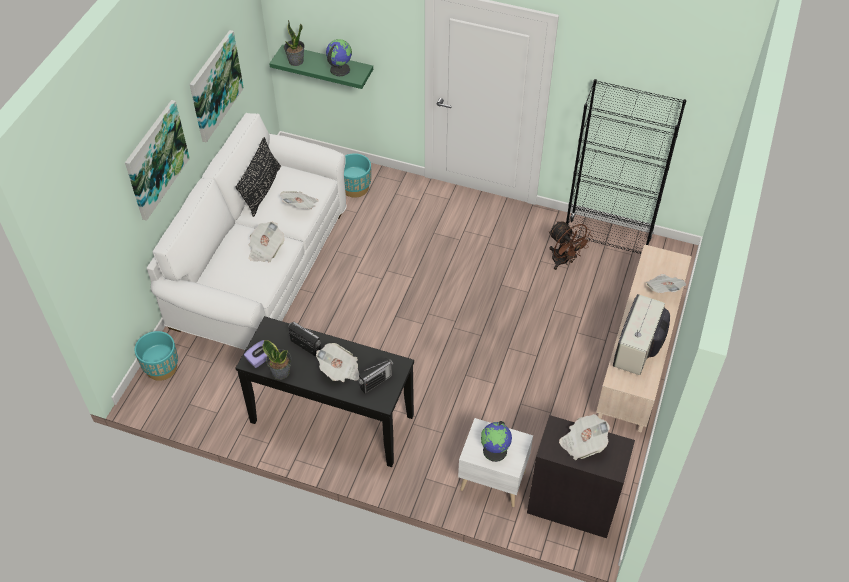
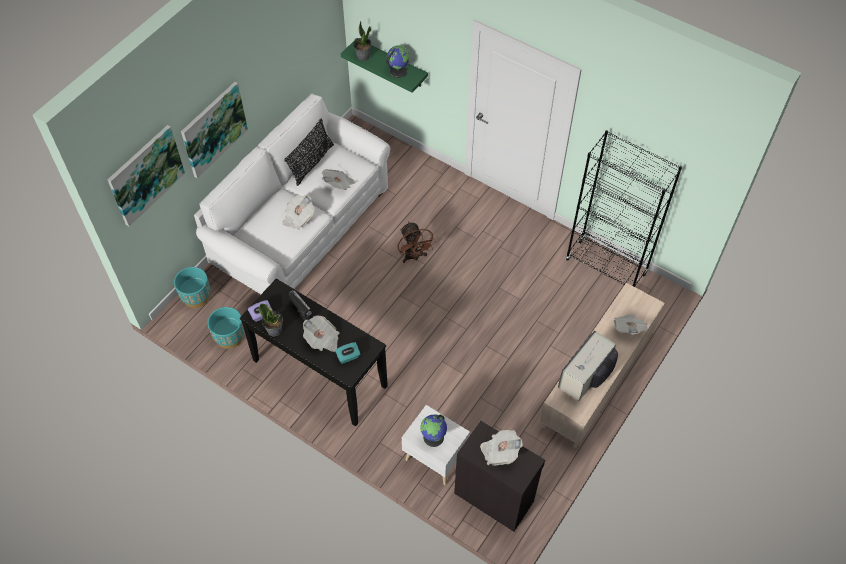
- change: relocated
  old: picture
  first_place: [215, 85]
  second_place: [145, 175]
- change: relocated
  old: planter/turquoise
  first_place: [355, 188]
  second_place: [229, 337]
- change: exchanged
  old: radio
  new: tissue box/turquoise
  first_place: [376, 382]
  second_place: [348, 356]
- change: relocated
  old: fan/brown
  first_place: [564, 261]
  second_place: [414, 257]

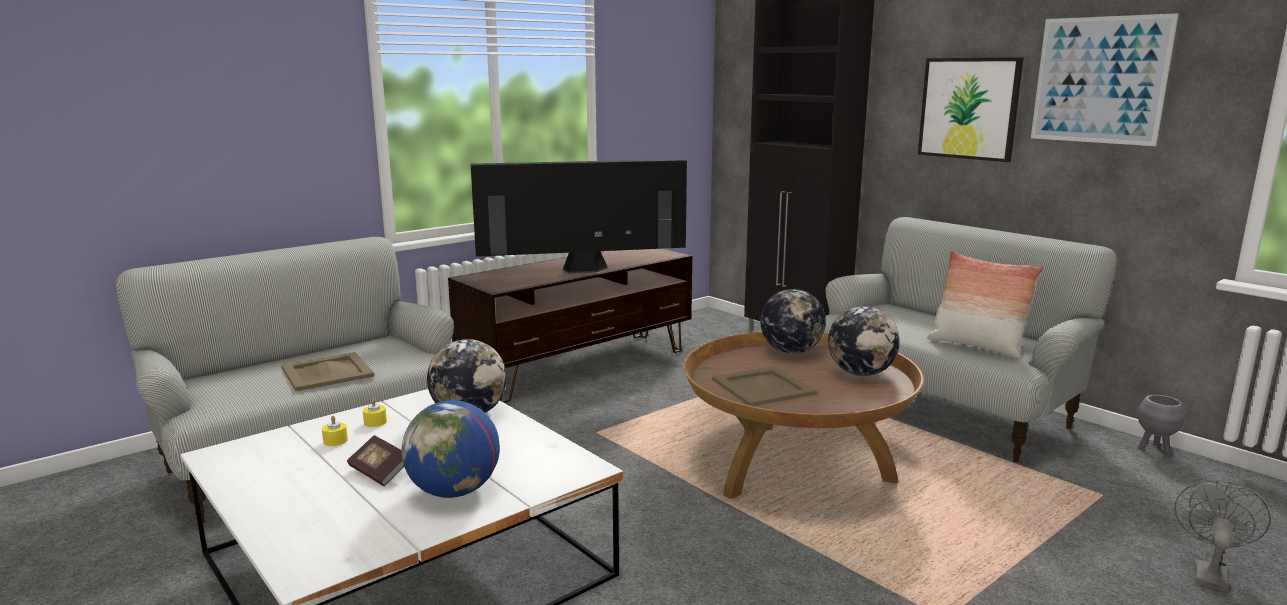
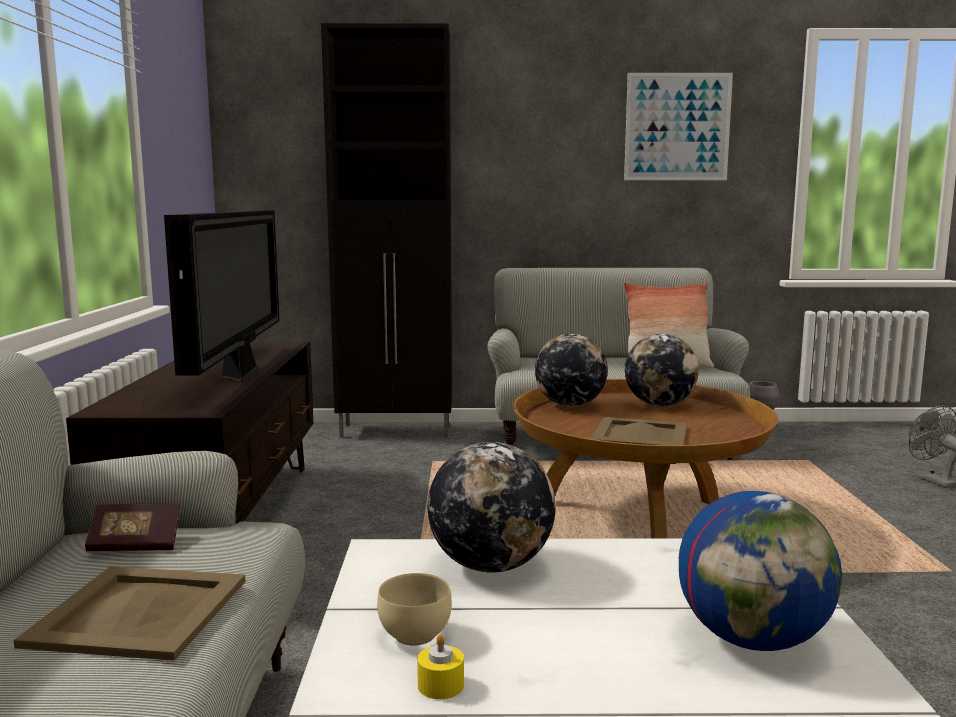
- change: relocated
  old: book
  first_place: [379, 472]
  second_place: [135, 545]
- change: exchanged
  old: candle/yellow
  new: bowl/beige
  first_place: [375, 422]
  second_place: [412, 634]
- change: spun
  old: television
  first_place: [582, 270]
  second_place: [241, 373]
  degrees: 150
- change: missing
  old: picture
  first_place: [969, 108]

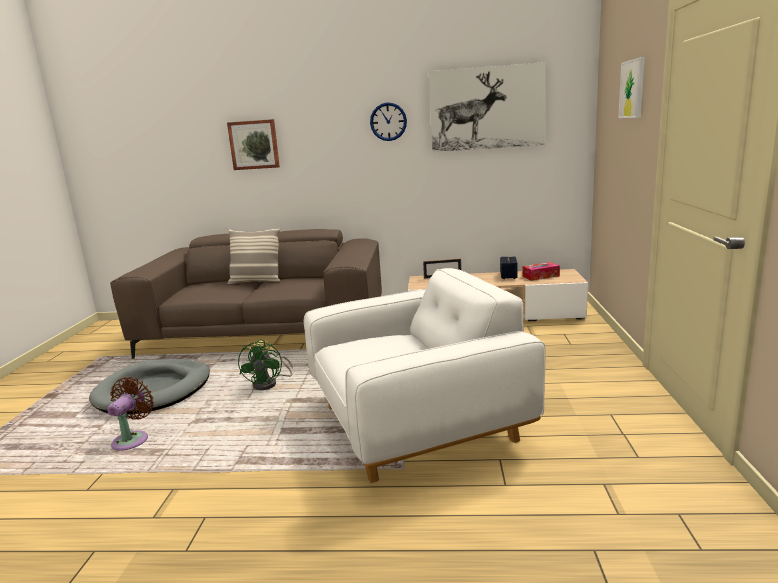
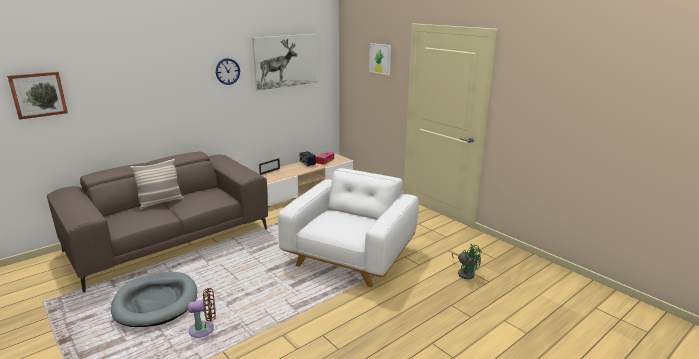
- change: spun
  old: fan/brown
  first_place: [133, 439]
  second_place: [204, 329]
  degrees: 105
- change: relocated
  old: picture
  first_place: [254, 144]
  second_place: [38, 94]
- change: relocated
  old: fan/green
  first_place: [269, 384]
  second_place: [465, 272]

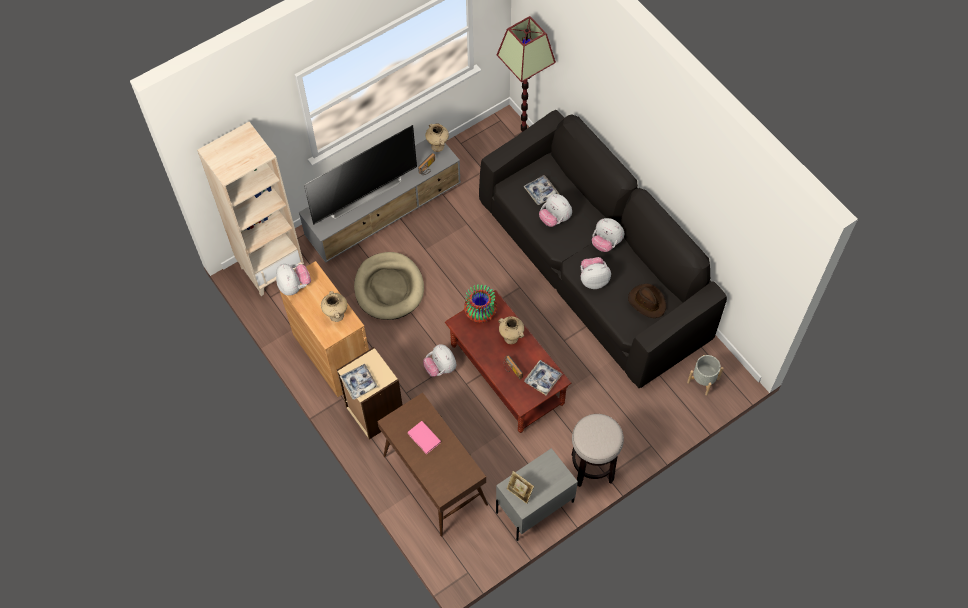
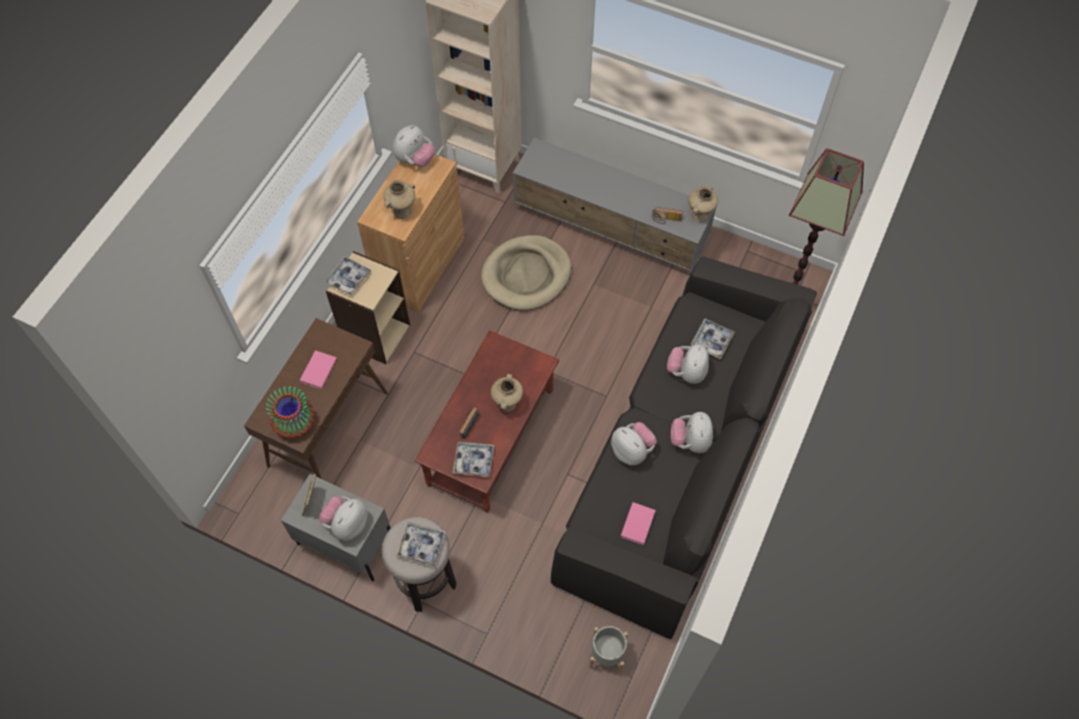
- change: missing
  old: television
  first_place: [363, 193]
- change: relocated
  old: plush toy
  first_place: [440, 368]
  second_place: [347, 524]
- change: relocated
  old: vase
  first_place: [480, 313]
  second_place: [294, 423]
- change: exchanged
  old: hat/brown
  new: book/pink
  first_place: [647, 302]
  second_place: [639, 524]
- change: appeared
  new: tray
  second_place: [421, 545]

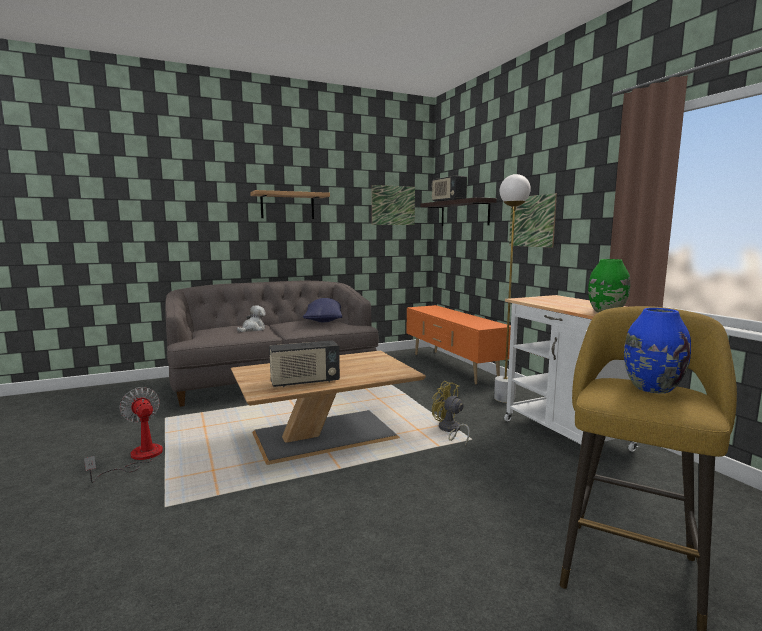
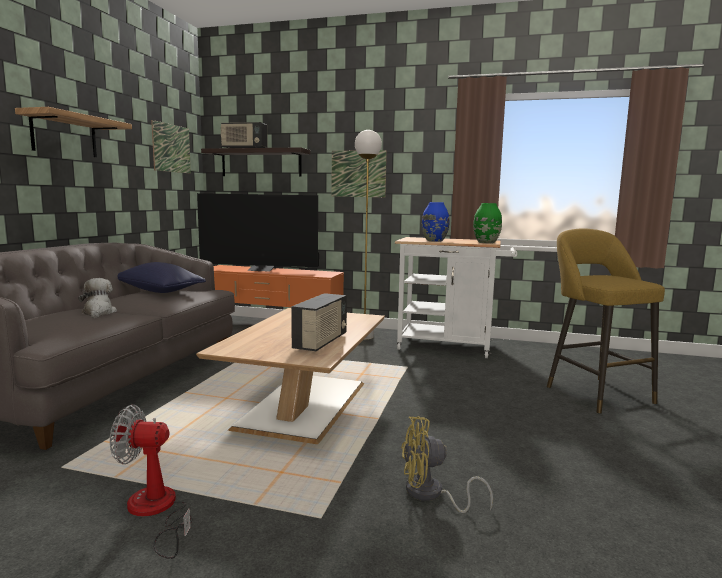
- change: relocated
  old: fan/yellow
  first_place: [449, 430]
  second_place: [431, 495]
- change: relocated
  old: vase/blue
  first_place: [652, 388]
  second_place: [434, 240]
- change: appeared
  new: television
  second_place: [261, 270]

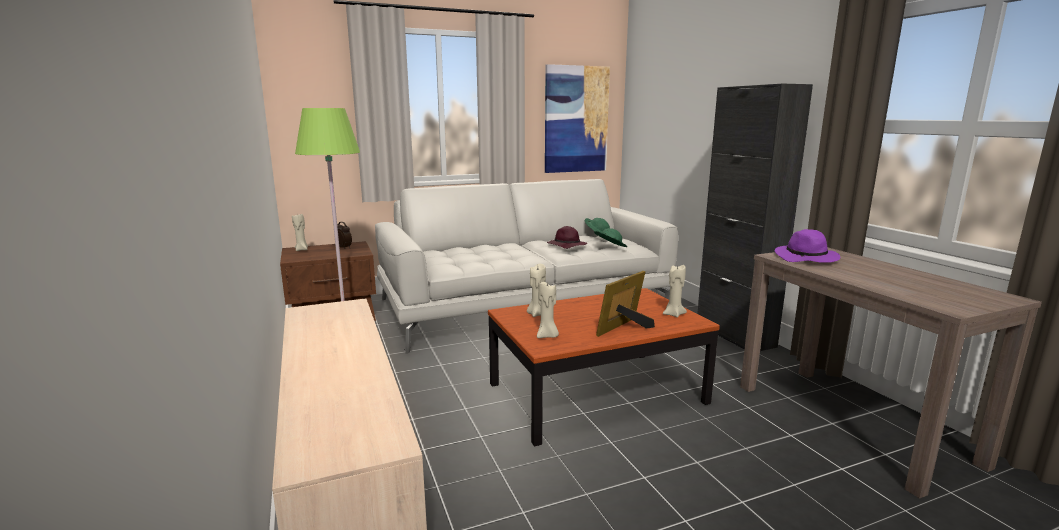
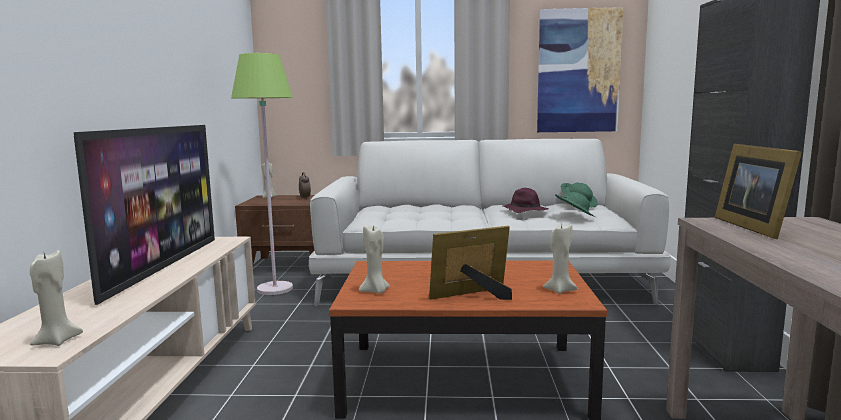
- change: relocated
  old: candle/beige
  first_place: [536, 314]
  second_place: [56, 341]
- change: exchanged
  old: hat/purple
  new: picture frame
  first_place: [806, 258]
  second_place: [753, 226]
- change: appeared
  new: television
  second_place: [163, 267]

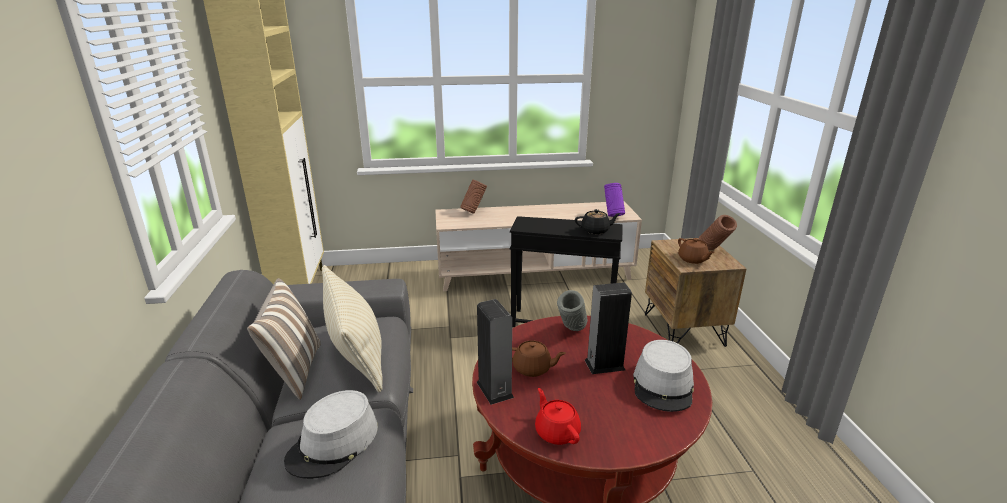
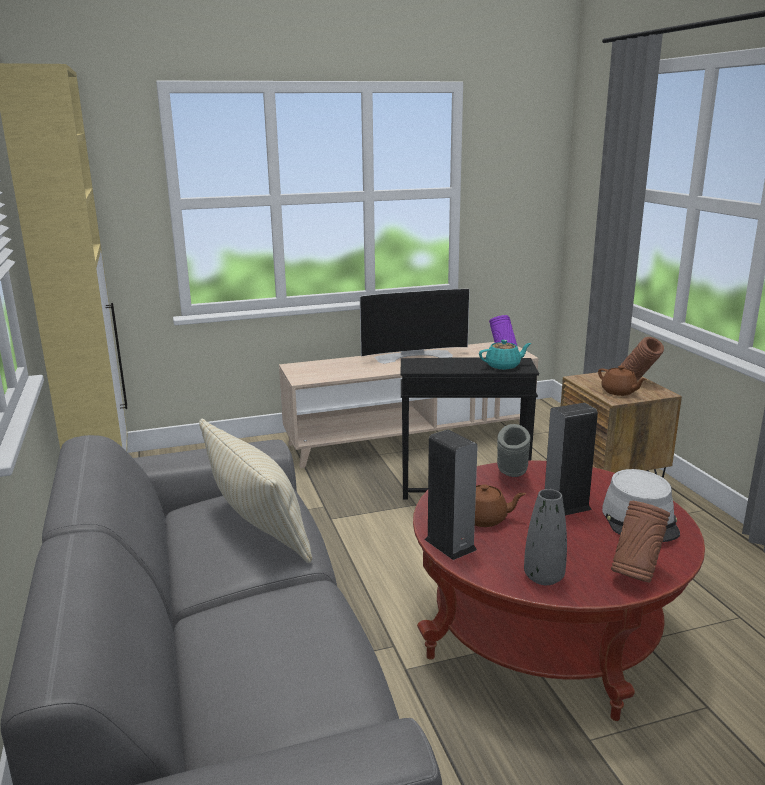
- change: missing
  old: pillow
  first_place: [294, 371]
- change: missing
  old: hat/grey
  first_place: [333, 444]
- change: relocated
  old: vase/brown
  first_place: [473, 212]
  second_place: [635, 575]
- change: exchanged
  old: teapot/red
  new: vase/grey
  first_place: [557, 432]
  second_place: [543, 577]
- change: colour
  old: teapot/black
  new: teapot/turquoise
  first_place: [596, 230]
  second_place: [503, 366]
- change: appeared
  new: television
  second_place: [413, 355]

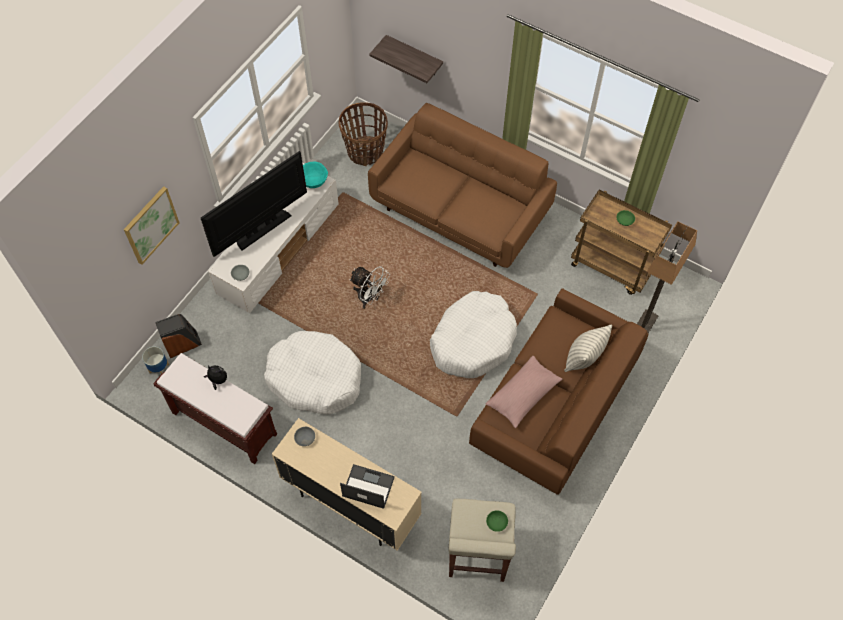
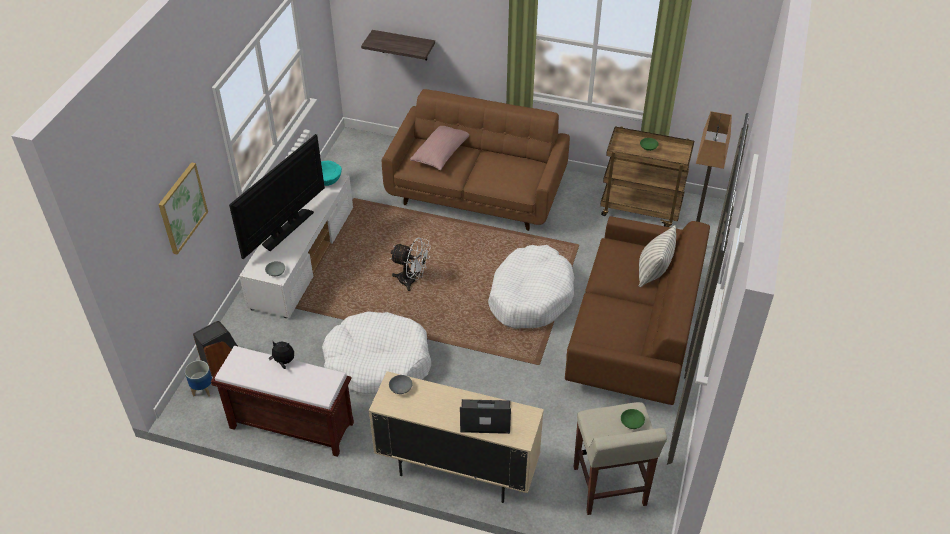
- change: missing
  old: basket
  first_place: [365, 152]
- change: relocated
  old: pillow/pink
  first_place: [523, 396]
  second_place: [441, 154]

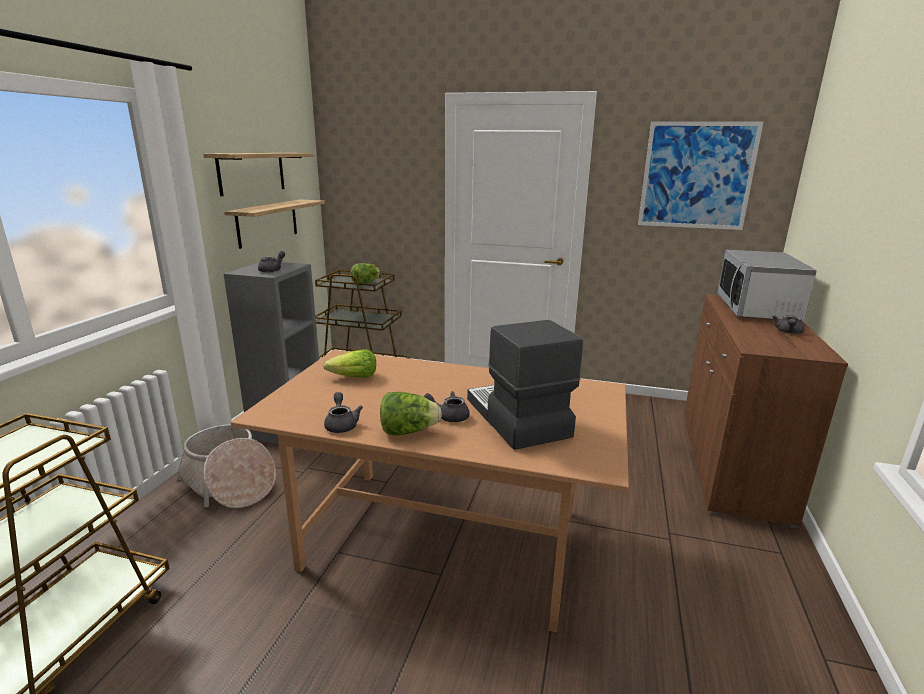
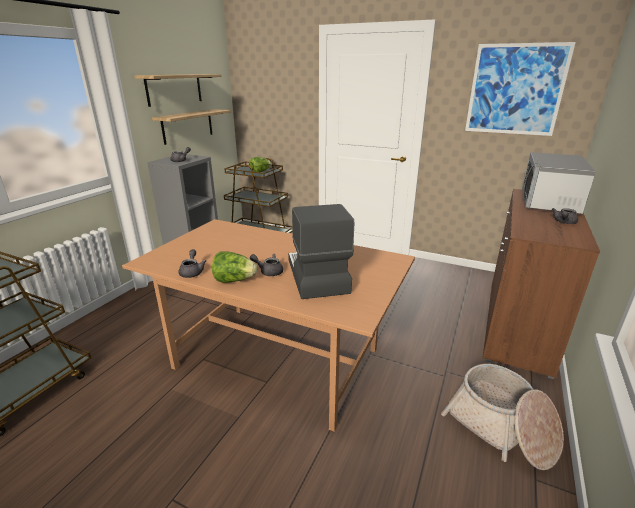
- change: relocated
  old: basket
  first_place: [230, 484]
  second_place: [501, 428]
- change: missing
  old: lettuce
  first_place: [353, 377]

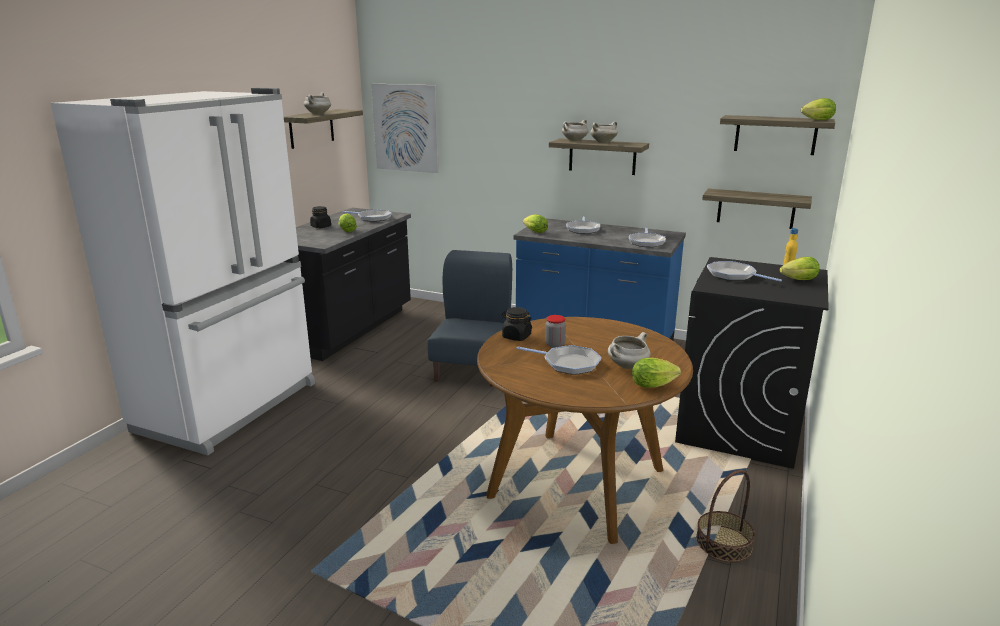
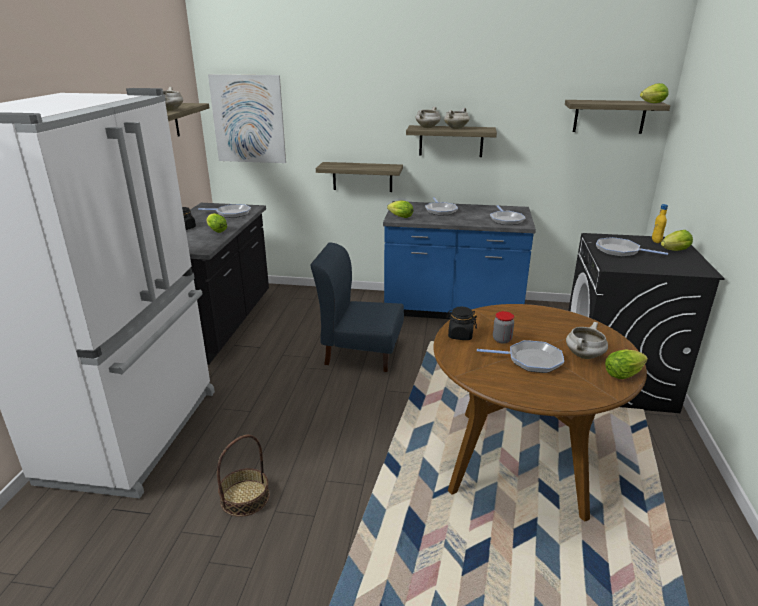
- change: spun
  old: chair/blue
  first_place: [473, 368]
  second_place: [361, 353]
  degrees: -75
- change: relocated
  old: basket
  first_place: [723, 543]
  second_place: [245, 497]
- change: relocated
  old: shelf
  first_place: [756, 208]
  second_place: [362, 177]

